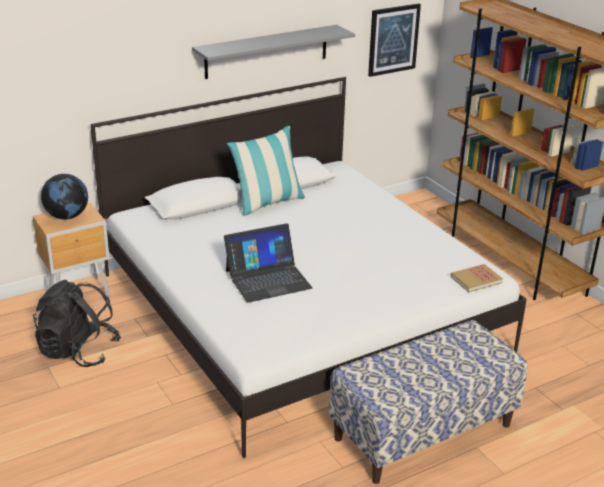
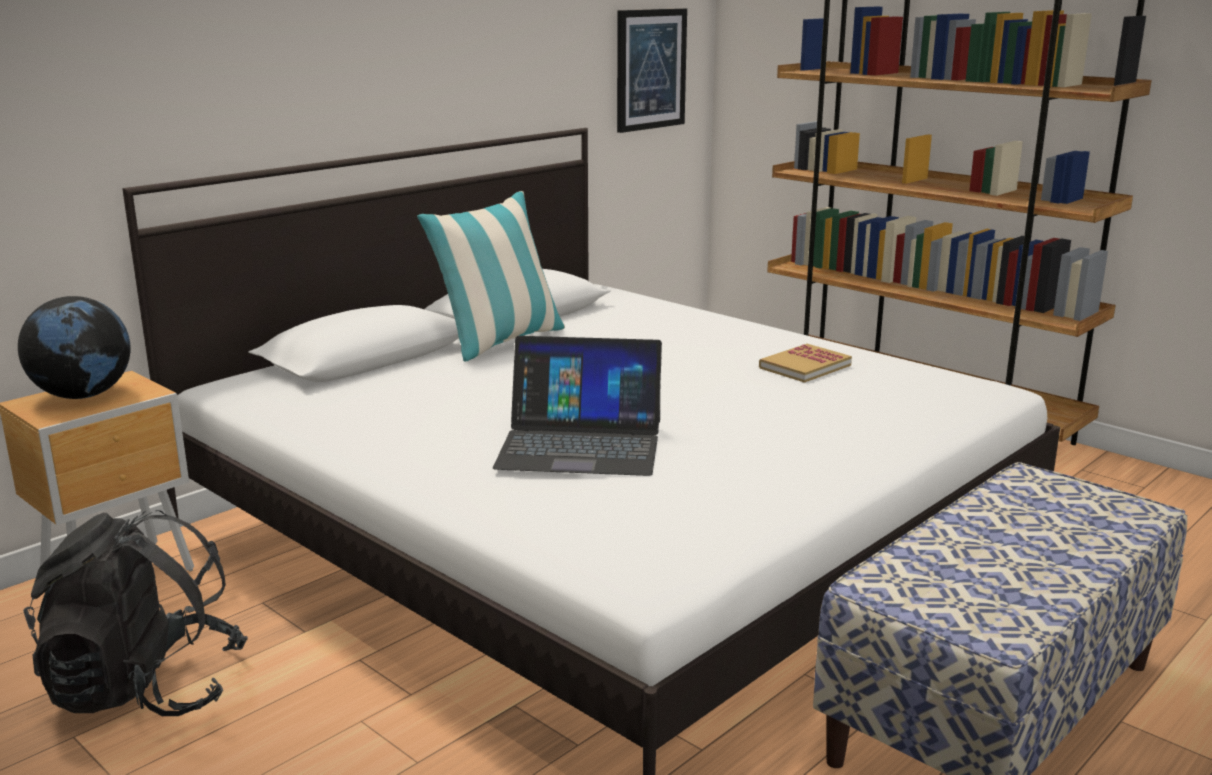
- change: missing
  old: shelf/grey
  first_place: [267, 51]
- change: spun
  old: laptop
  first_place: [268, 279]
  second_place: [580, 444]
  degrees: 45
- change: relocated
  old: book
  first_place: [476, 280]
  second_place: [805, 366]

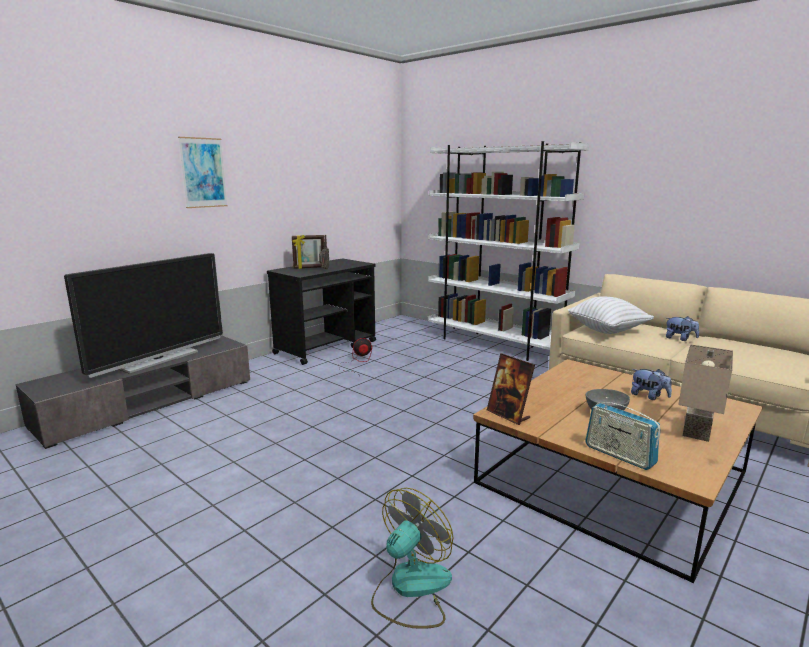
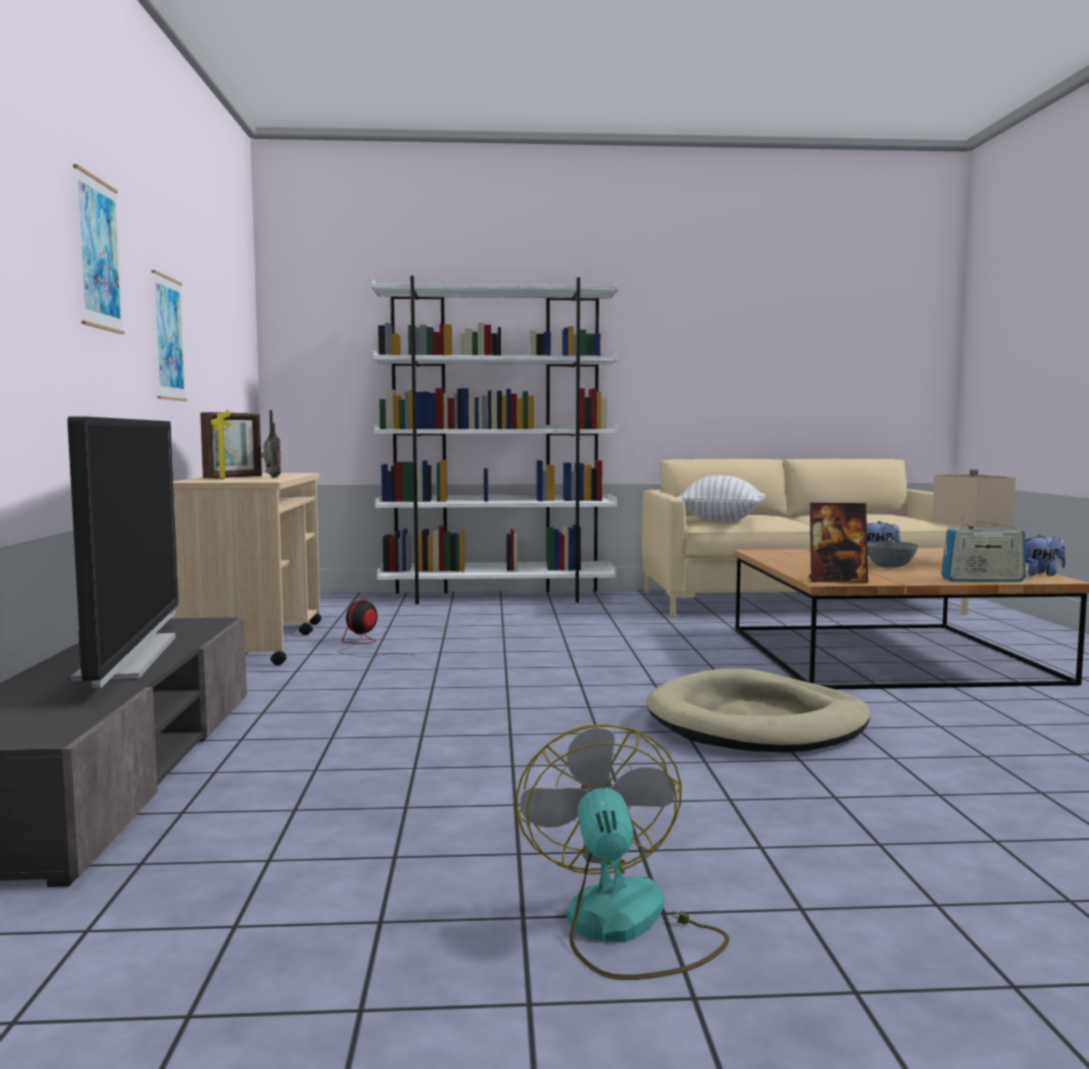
- change: colour
  old: cart/black
  new: cart/beige
  first_place: [326, 347]
  second_place: [255, 642]
- change: relocated
  old: fan
  first_place: [411, 589]
  second_place: [623, 928]
- change: relocated
  old: plush toy
  first_place: [680, 339]
  second_place: [1039, 574]
- change: appeared
  new: picture
  second_place: [168, 338]
- change: appeared
  new: dog bed/beige
  second_place: [757, 722]

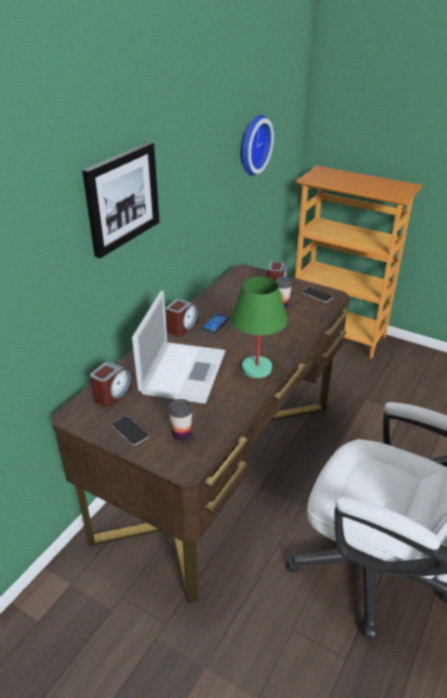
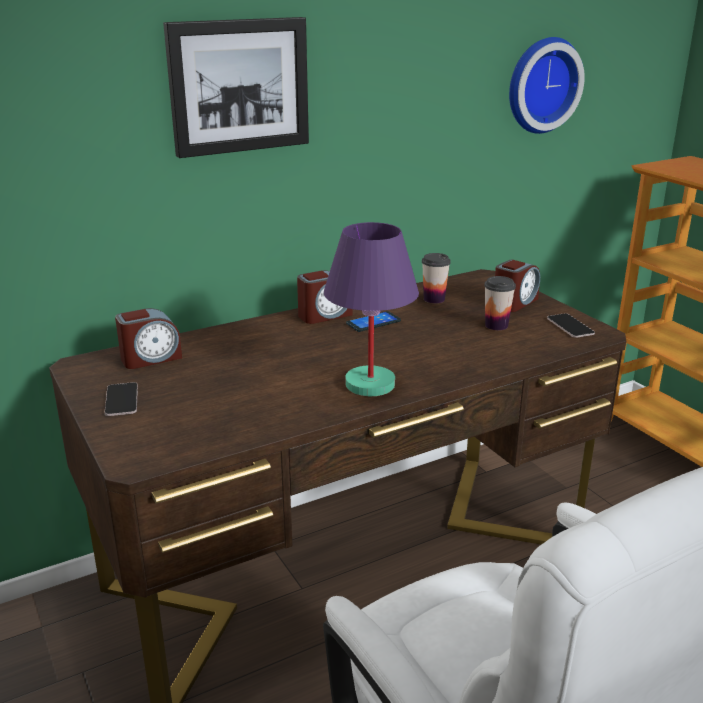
- change: missing
  old: laptop
  first_place: [183, 371]
- change: relocated
  old: cup
  first_place: [181, 434]
  second_place: [434, 299]
- change: colour
  old: table lamp/green
  new: table lamp/purple
  first_place: [256, 369]
  second_place: [369, 384]

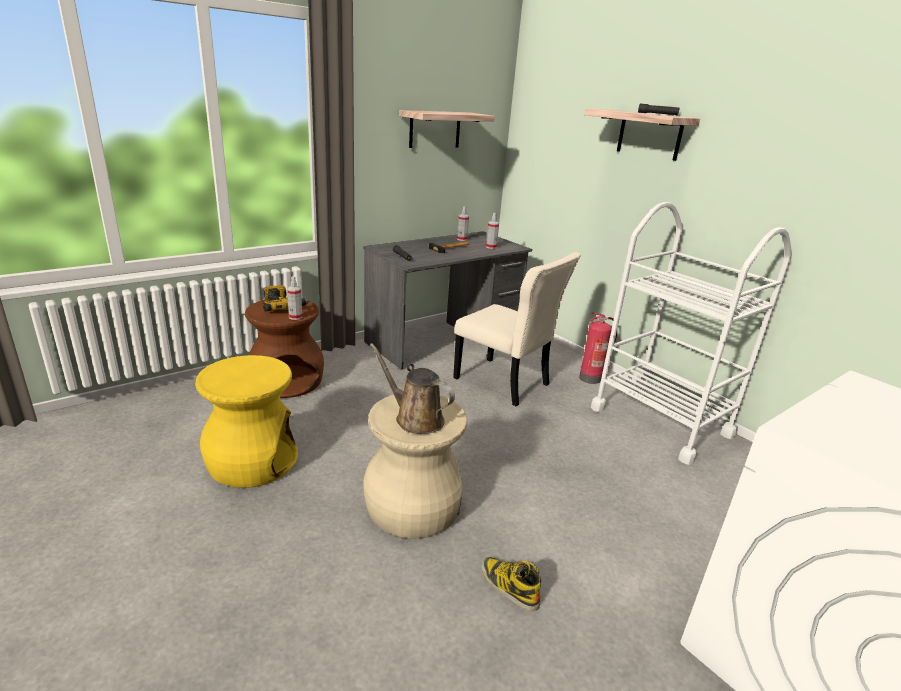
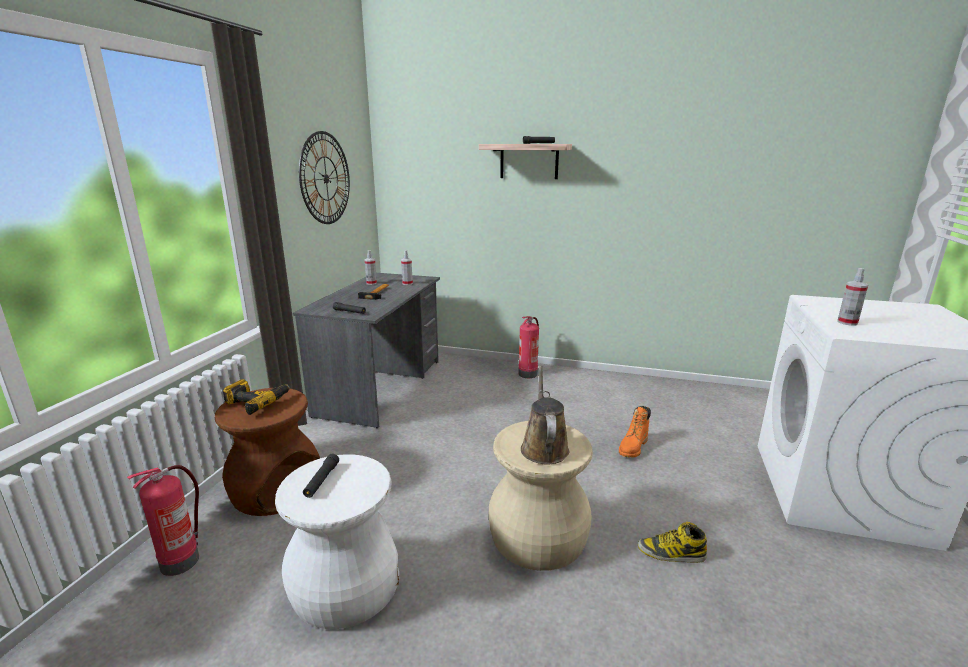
- change: colour
  old: stool/yellow
  new: stool/white
  first_place: [252, 461]
  second_place: [344, 586]
- change: relocated
  old: spray bottle
  first_place: [295, 317]
  second_place: [847, 322]
- change: spun
  old: watering can/brown
  first_place: [415, 418]
  second_place: [544, 447]
  degrees: 90
- change: exchanged
  old: shelf
  new: wall clock
  first_place: [435, 129]
  second_place: [325, 178]
- change: missing
  old: chair/beige
  first_place: [504, 383]
- change: missing
  old: cart/white
  first_place: [661, 421]
- change: appeared
  new: fire extinguisher
  second_place: [181, 560]
- change: appeared
  new: flashlight/black
  second_place: [322, 480]
- change: appeared
  new: boot/orange
  second_place: [633, 447]

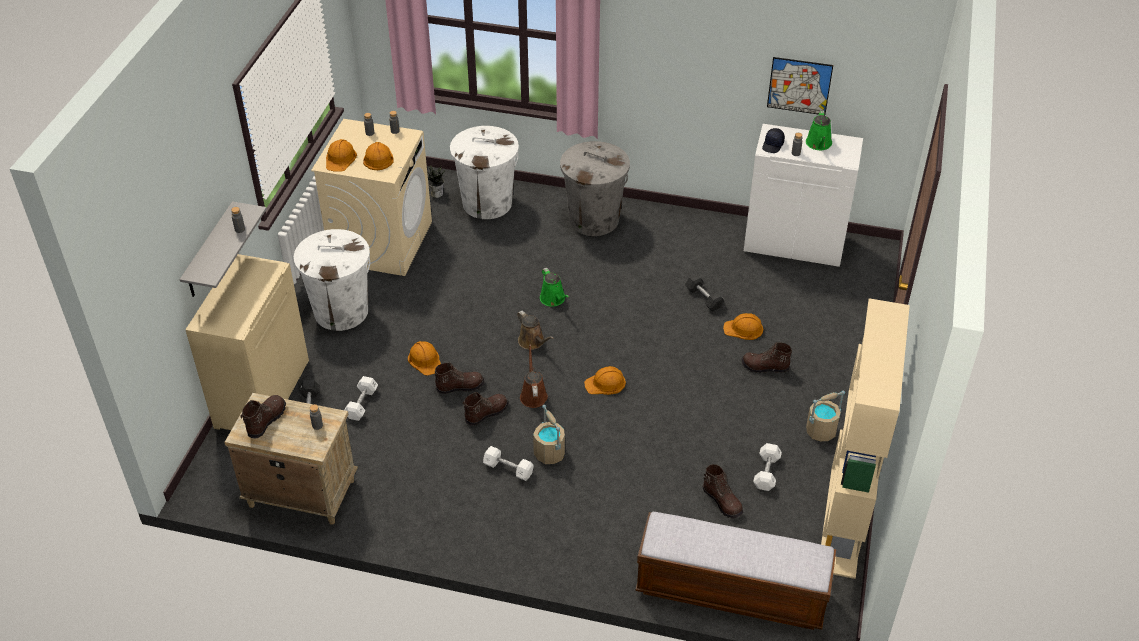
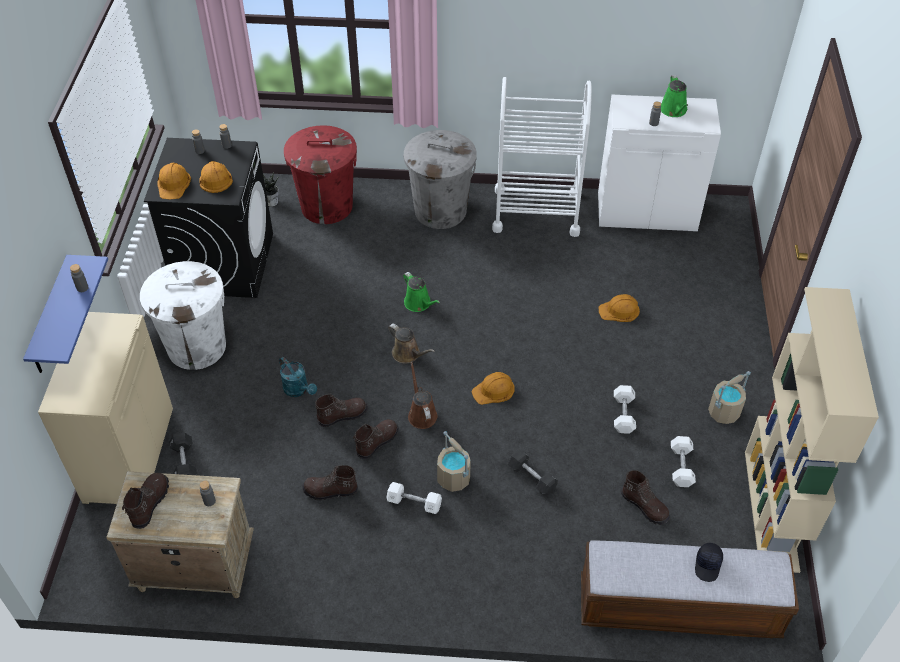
- change: colour
  old: shelf/grey
  new: shelf/blue
  first_place: [209, 252]
  second_place: [51, 317]
- change: colour
  old: washing machine/beige
  new: washing machine/black
  first_place: [381, 242]
  second_place: [224, 262]
- change: relocated
  old: dumbbell/white
  first_place: [361, 404]
  second_place: [623, 414]
- change: exchanged
  old: hard hat/orange
  new: watering can/turquoise
  first_place: [425, 360]
  second_place: [298, 390]
- change: colour
  old: trash can/white
  new: trash can/red
  first_place: [487, 203]
  second_place: [326, 206]
- change: relocated
  old: dumbbell/black
  first_place: [703, 298]
  second_place: [532, 477]
- change: relocated
  old: boot/brown
  first_place: [764, 367]
  second_place: [330, 491]
- change: relocated
  old: cap/black
  first_place: [773, 145]
  second_place: [708, 565]
- change: missing
  old: picture
  first_place: [799, 86]
- change: appeared
  new: cart/white
  second_place: [536, 212]

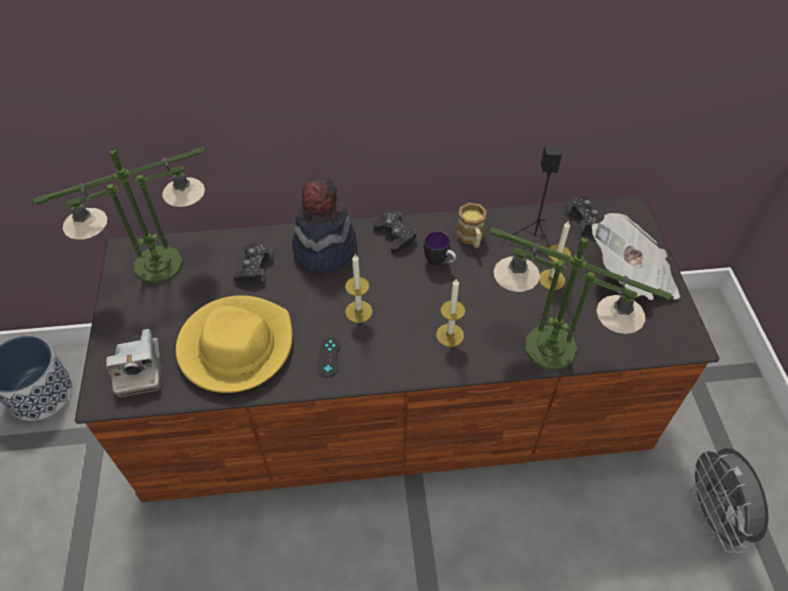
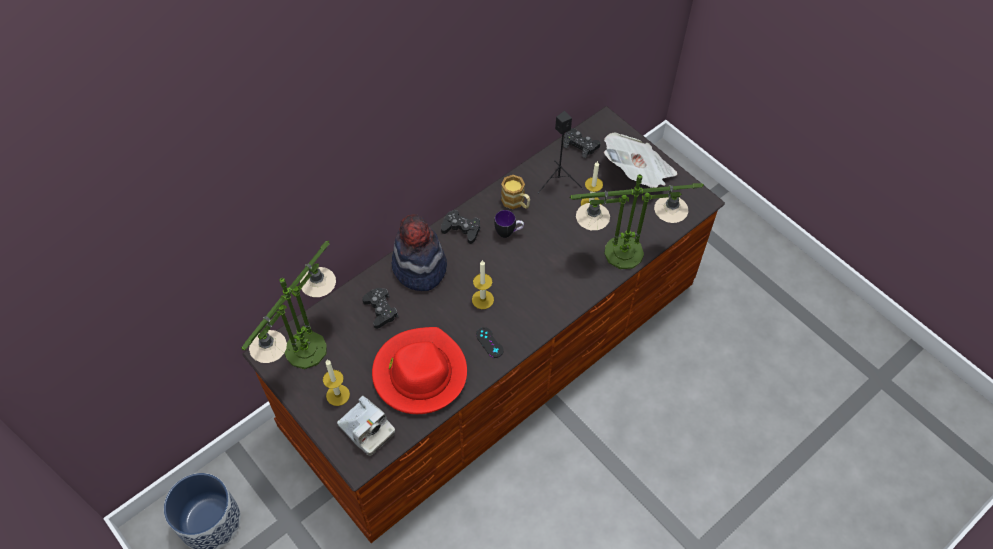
- change: colour
  old: hat/yellow
  new: hat/red
  first_place: [236, 346]
  second_place: [419, 373]
- change: relocated
  old: candle
  first_place: [450, 335]
  second_place: [338, 395]
- change: missing
  old: fan/grey
  first_place: [711, 515]

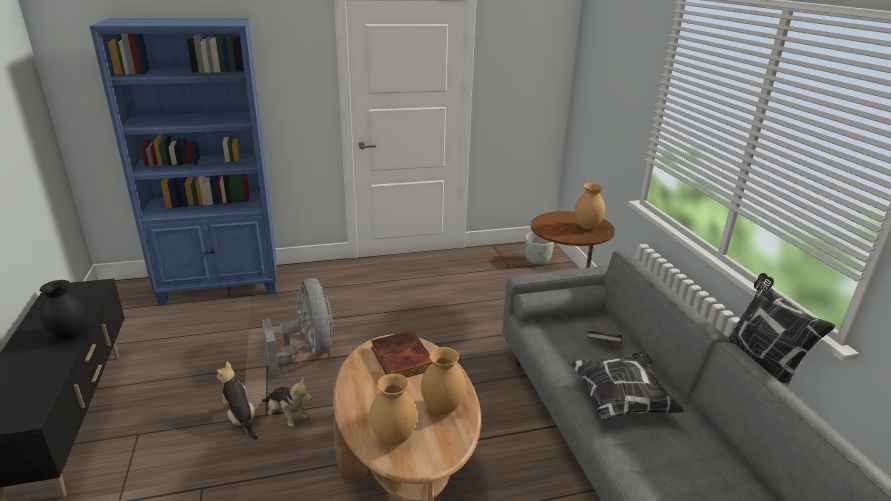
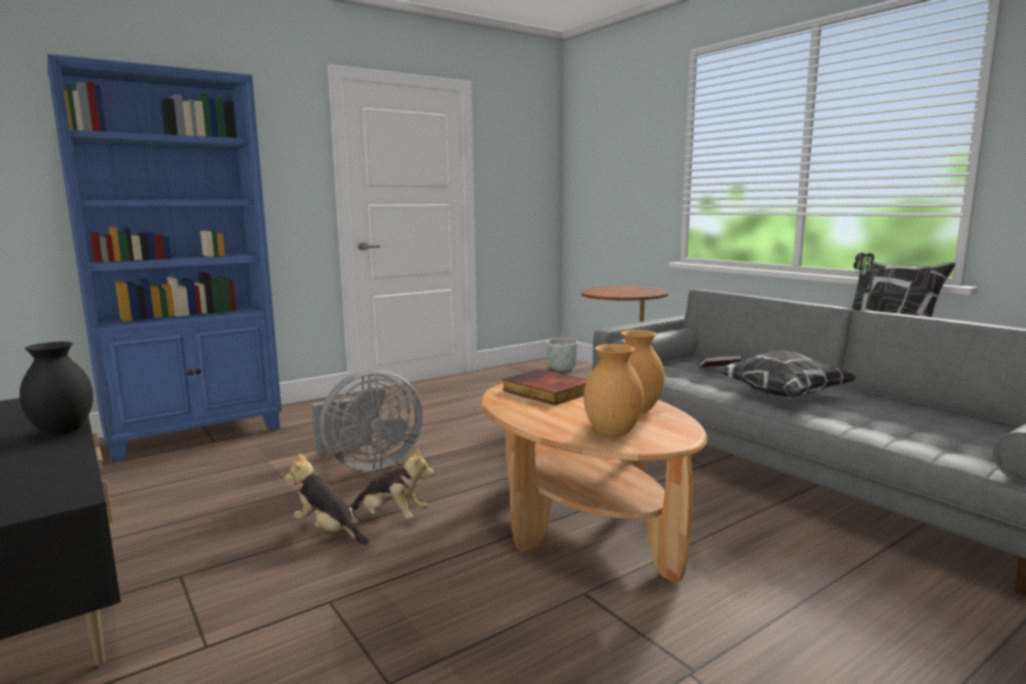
- change: spun
  old: fan/grey
  first_place: [308, 351]
  second_place: [368, 464]
  degrees: 105
- change: missing
  old: vase/brown
  first_place: [587, 227]

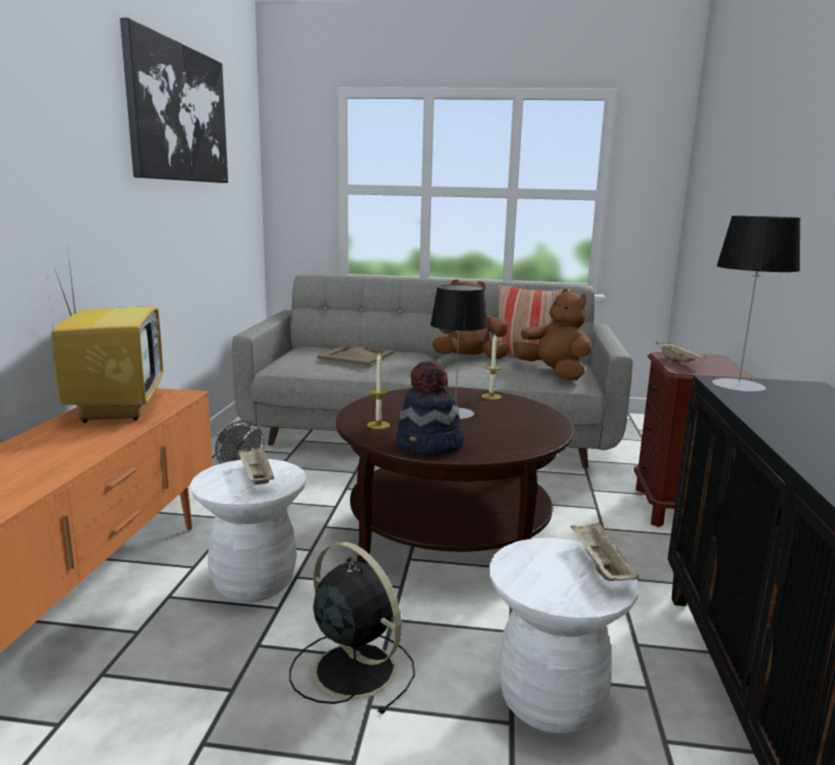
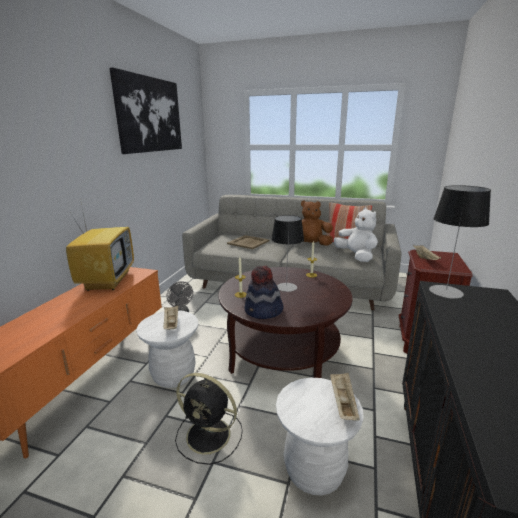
- change: spun
  old: fan/black
  first_place: [352, 668]
  second_place: [210, 436]
  degrees: 150
- change: colour
  old: plush toy/brown
  new: plush toy/white
  first_place: [554, 374]
  second_place: [356, 256]

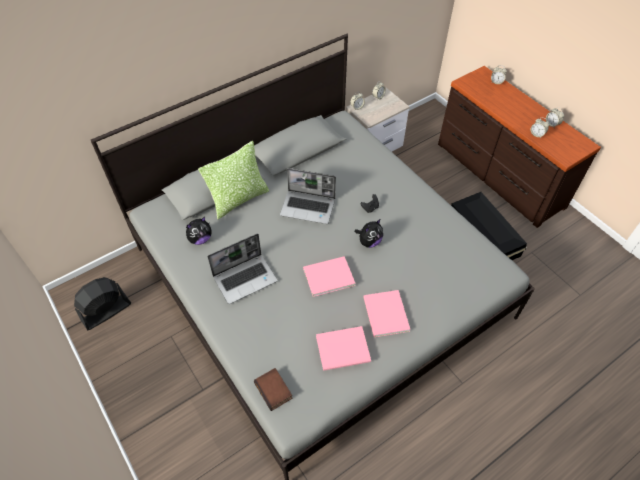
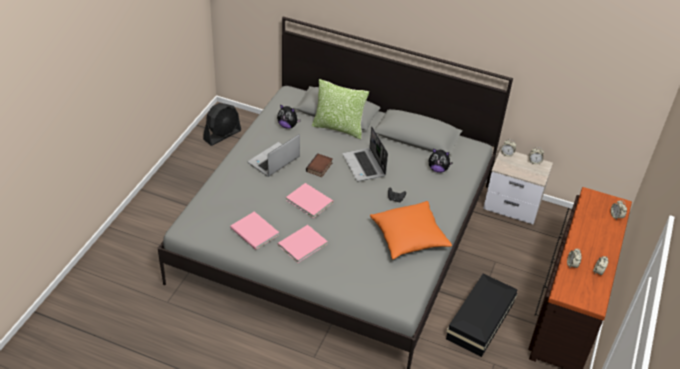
- change: spun
  old: fan/black
  first_place: [106, 312]
  second_place: [222, 135]
  degrees: 120
- change: spun
  old: laptop
  first_place: [245, 278]
  second_place: [273, 161]
  degrees: 105
- change: relocated
  old: book
  first_place: [274, 390]
  second_place: [320, 168]
- change: relocated
  old: plush toy
  first_place: [369, 242]
  second_place: [438, 169]
- change: appeared
  new: pillow/orange
  second_place: [409, 237]

